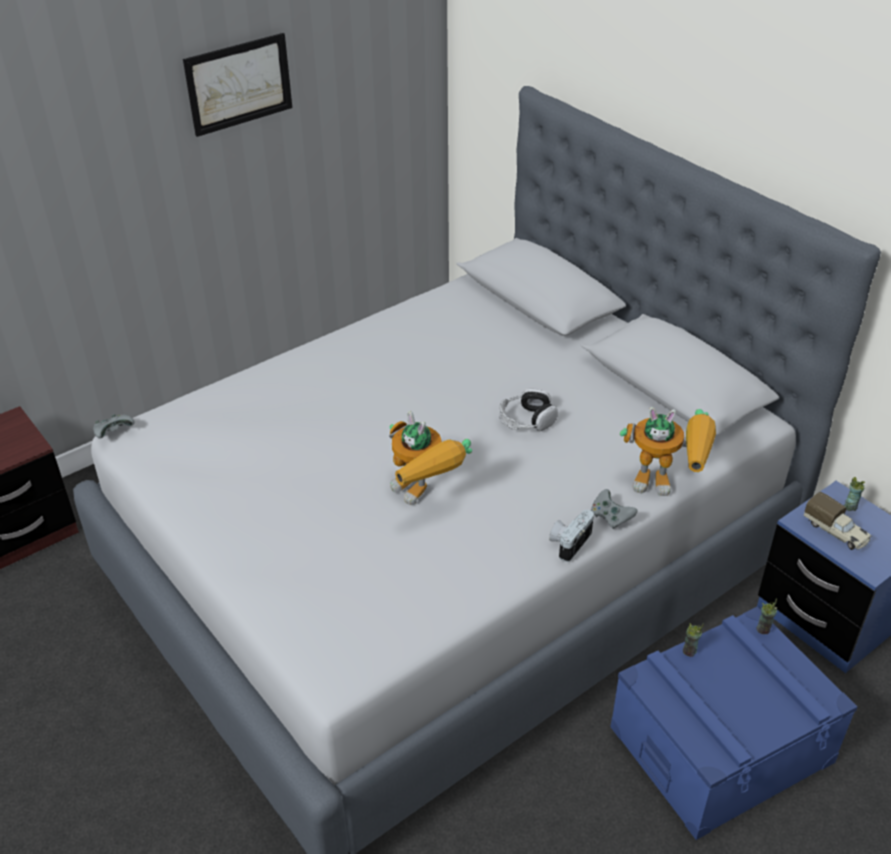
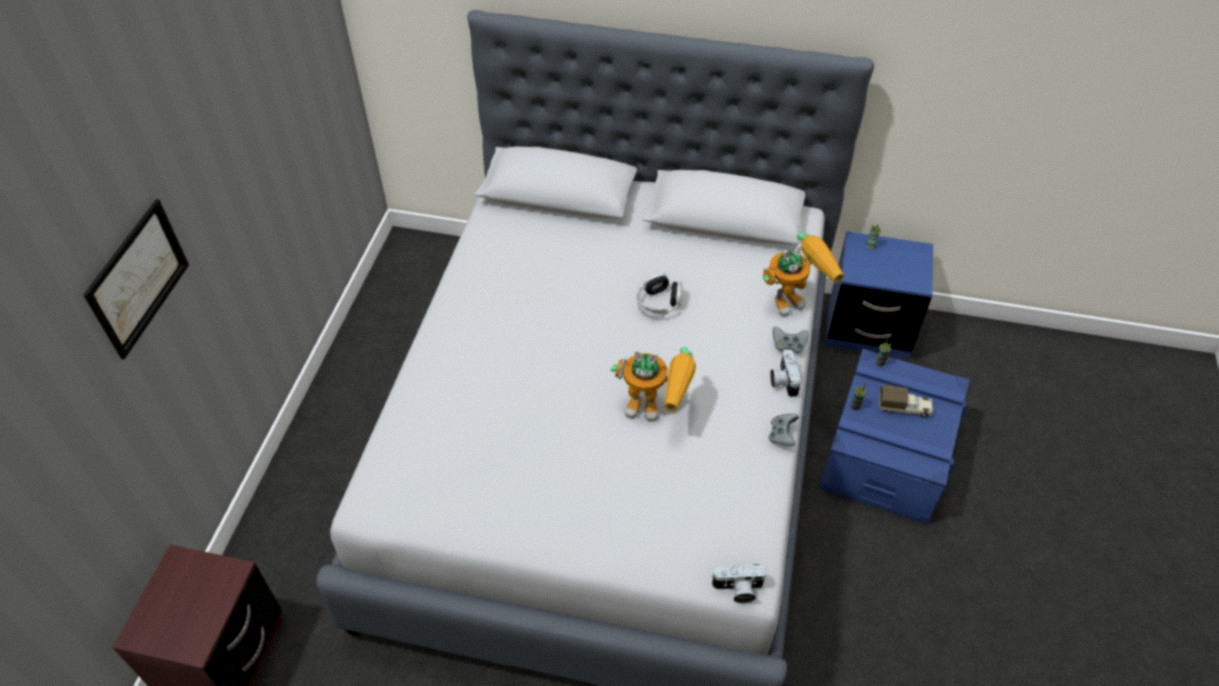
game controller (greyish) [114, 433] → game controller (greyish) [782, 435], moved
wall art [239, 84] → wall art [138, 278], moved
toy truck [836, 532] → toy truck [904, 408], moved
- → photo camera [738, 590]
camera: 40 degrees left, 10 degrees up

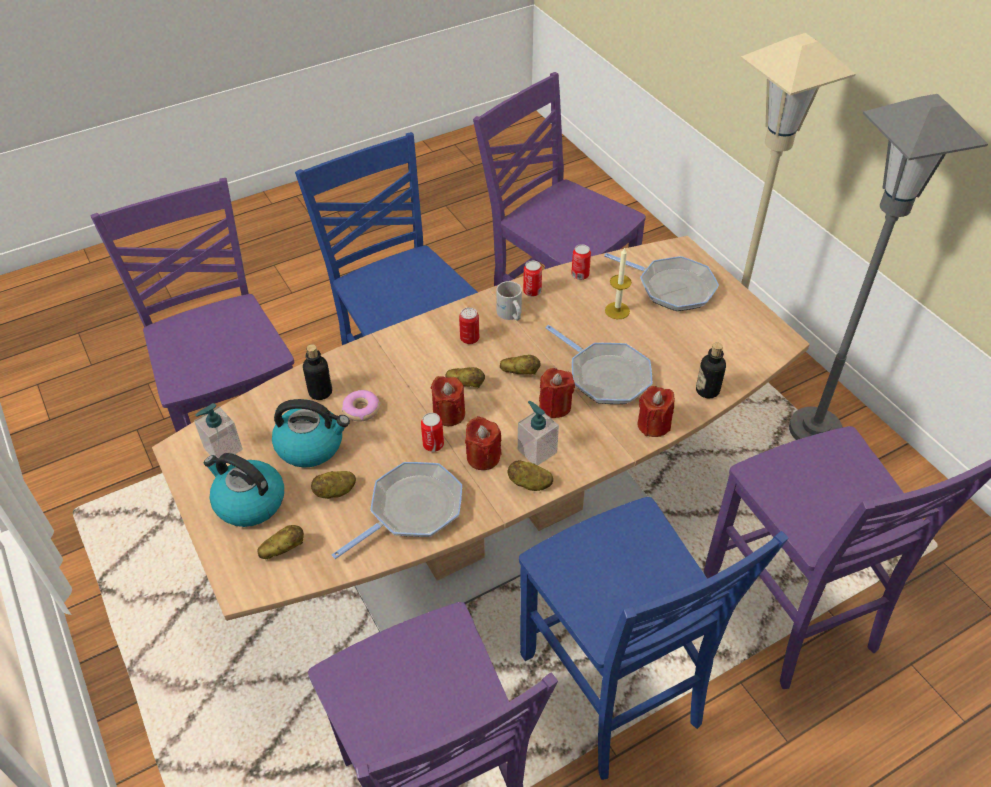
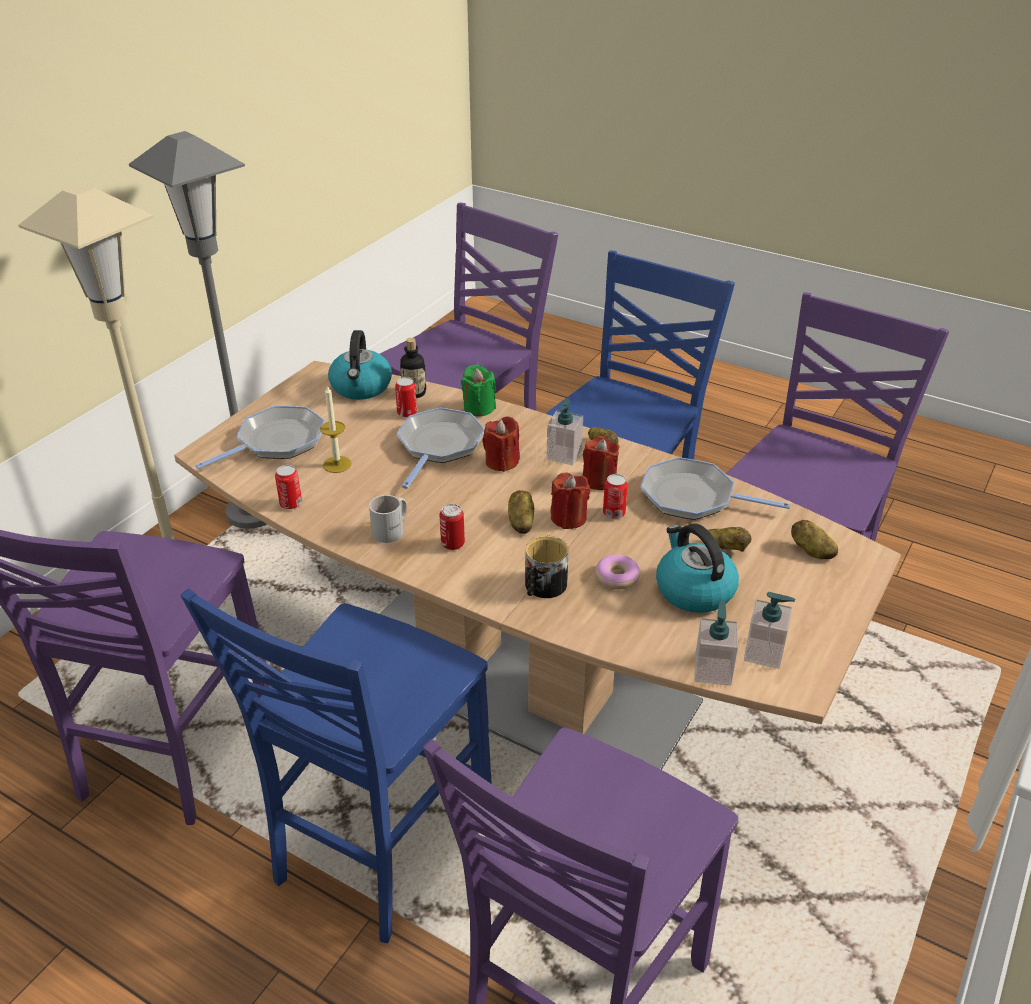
water kettle [248, 502] → water kettle [361, 387], moved
beverage bottle [320, 392] → -
spud [520, 372] → -
metal can [532, 291] → metal can [407, 413], moved
skillet [672, 288] → skillet [277, 442], 45 degrees clockwise
wax candle (red) [653, 425] → wax candle (green-coloured) [479, 408]
- → tea mug [542, 587]
- → soap bottle [712, 670]
camera: 120 degrees left, 10 degrees down

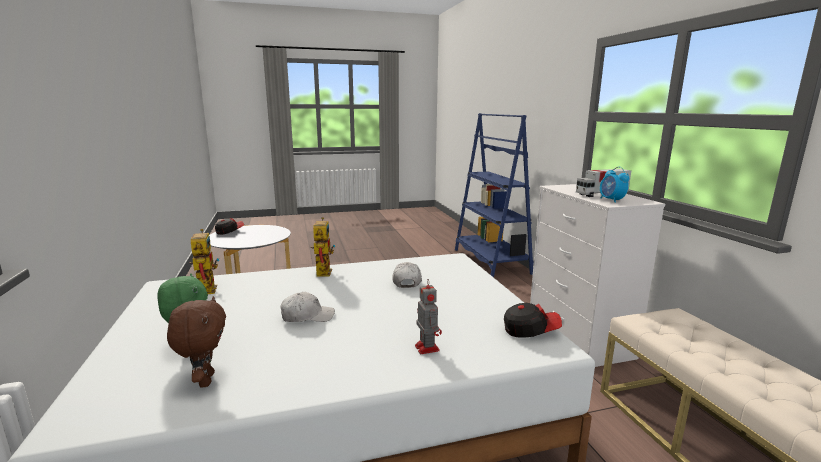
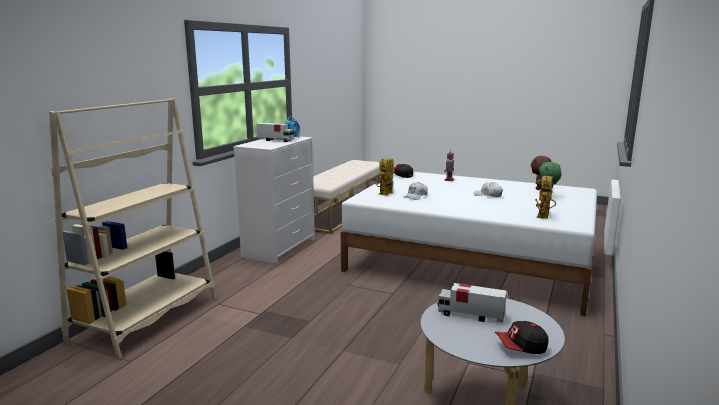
toy robot [322, 271] → toy robot [385, 194], moved
shelving unit (bluish) [491, 261] → shelving unit (sand-coloured) [147, 319]
- → toy truck [470, 315]
camera: 140 degrees left, 0 degrees up

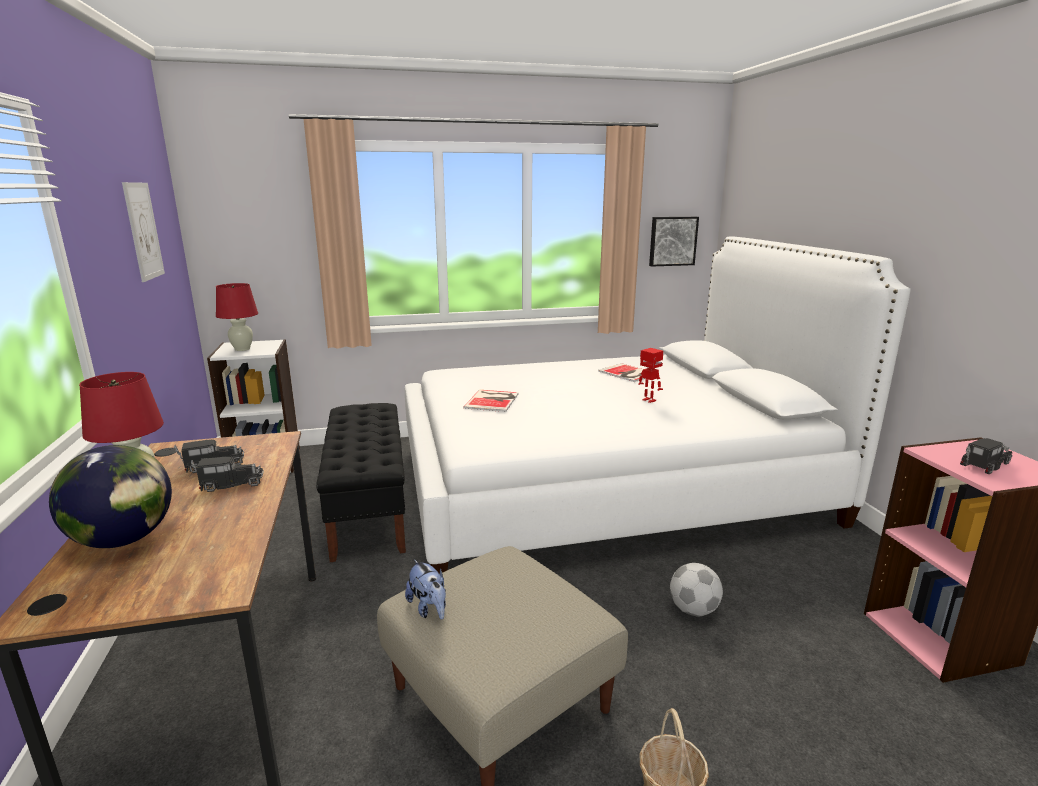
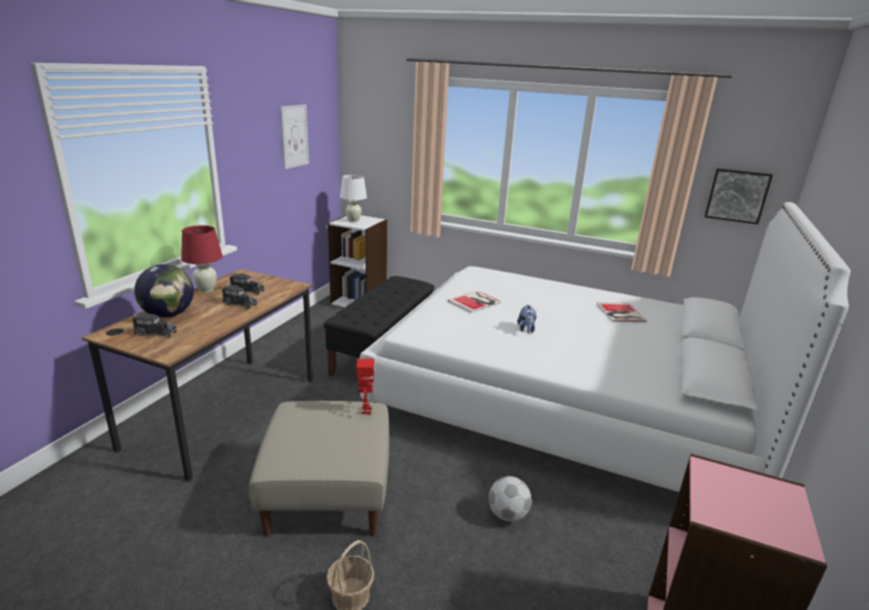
lamp for a table (red) [242, 349] → lamp for a table (white-coloured) [353, 221]
plush toy [429, 608] → plush toy [526, 329], moved
toy robot [648, 400] → toy robot [365, 410], moved
toy truck [984, 465] → toy truck [154, 333], moved
camera: 35 degrees right, 5 degrees up

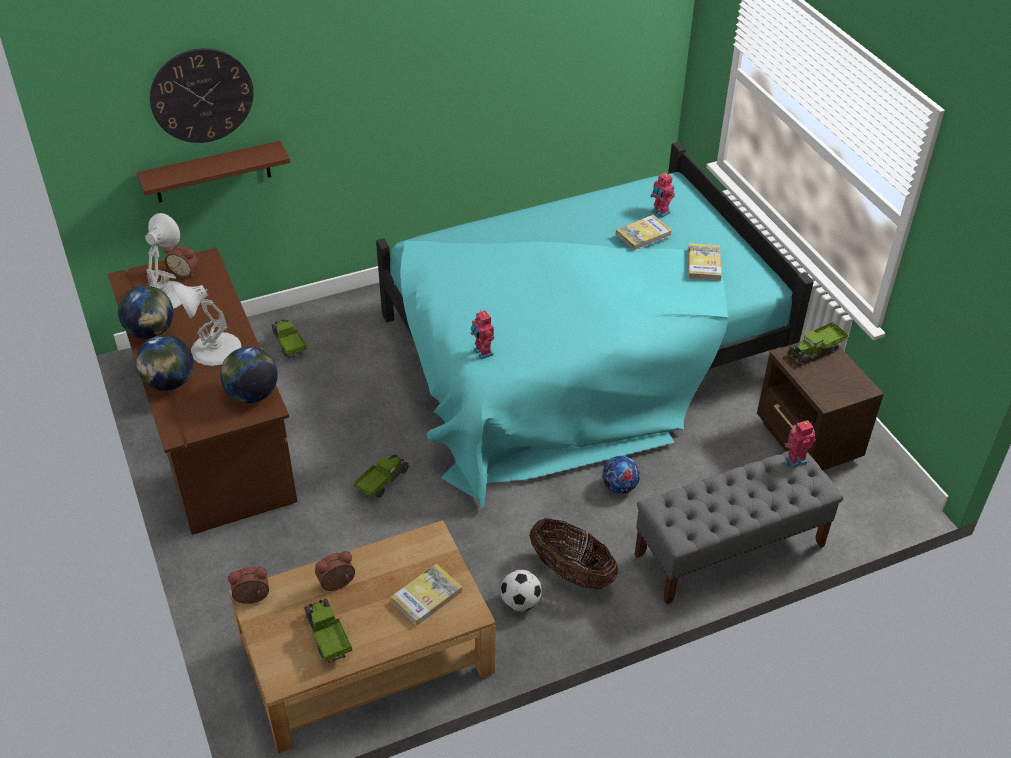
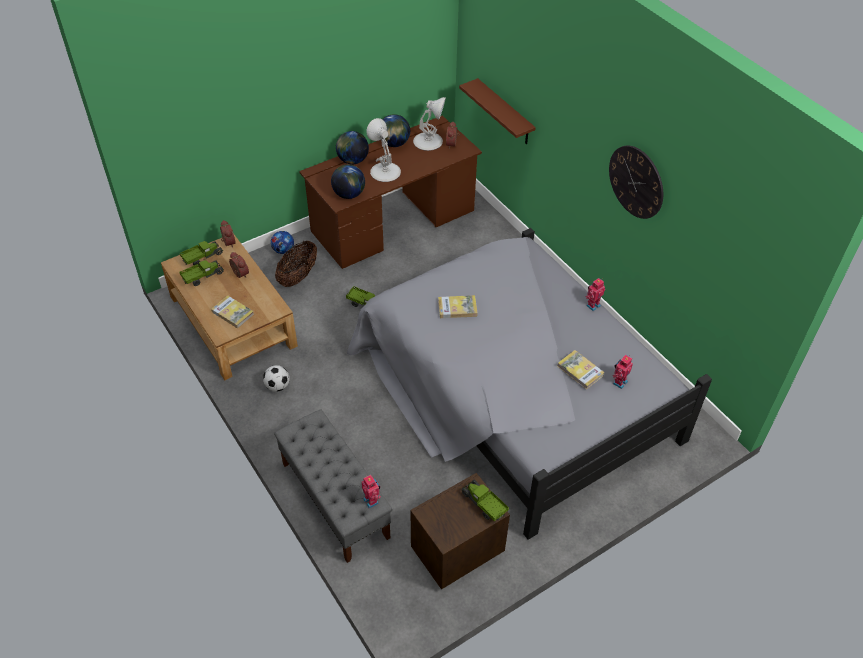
wall clock [202, 95] → wall clock [636, 182], moved
toy truck [288, 344] → toy truck [202, 257], moved
bed (blue-green) [577, 356] → bed (greyish) [513, 392]
toy robot [482, 353] → toy robot [592, 305], moved
storage basket [571, 572] → storage basket [298, 276], moved
football [619, 487] → football [283, 250], moved
bound book [704, 264] → bound book [457, 308], moved
camera: 80 degrees right, 5 degrees up

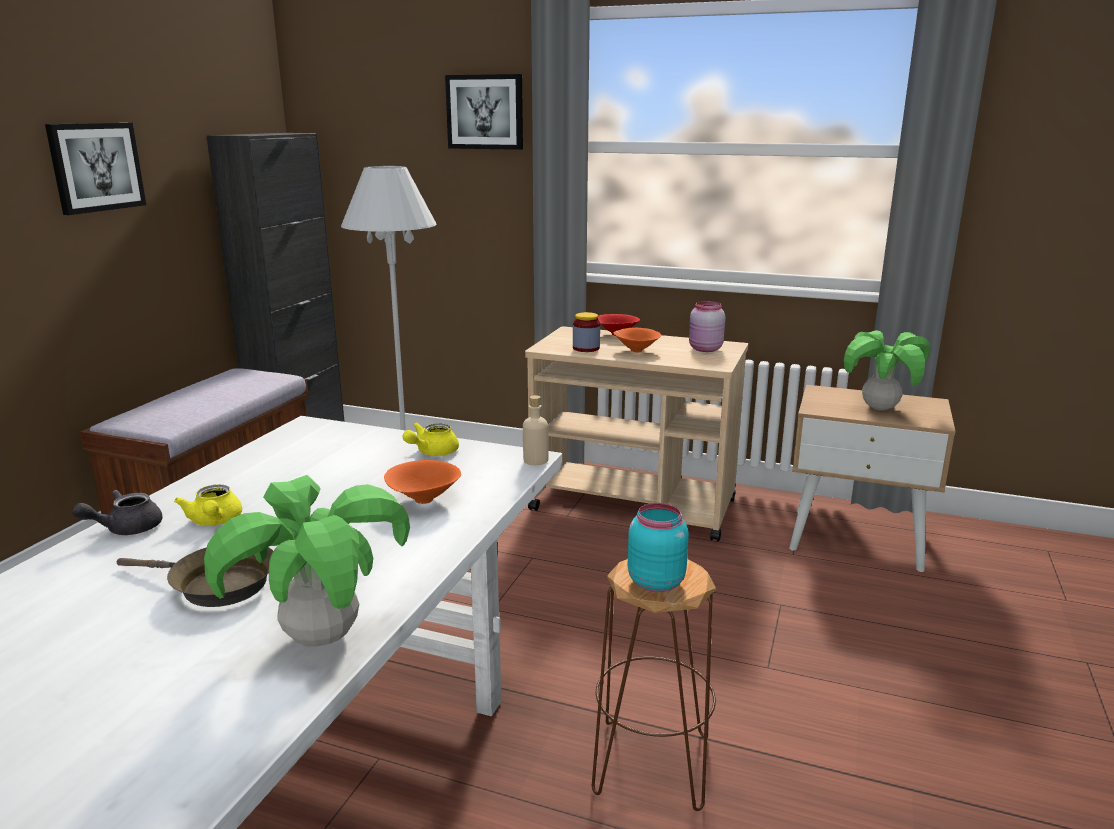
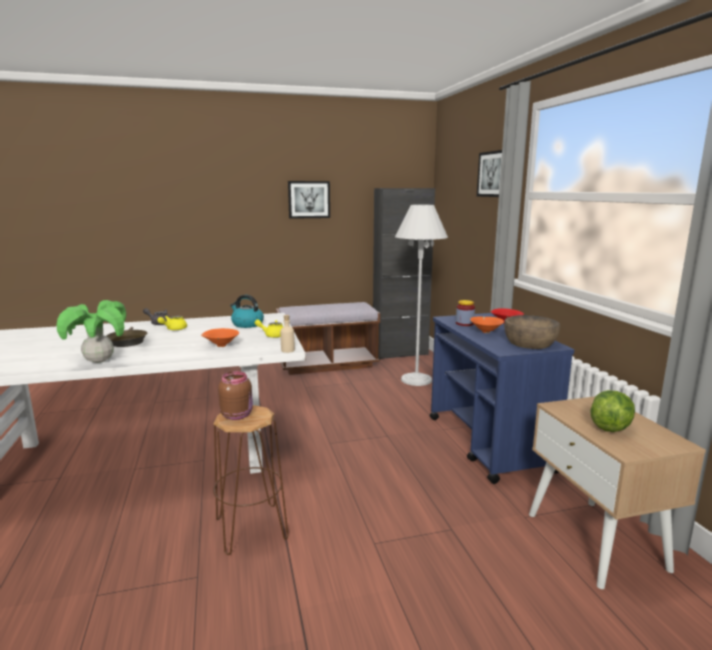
cart (sand-coloured) [634, 506] → cart (bluish) [488, 443]
storage jar (blue-green) [655, 581] → storage jar (brown-coloured) [237, 415]
storage jar (pink) [704, 349] → deep dish (brown-coloured) [529, 343]
plant in a pot [879, 408] → lettuce head [610, 426]
- → water kettle [247, 324]
camera: 55 degrees right, 5 degrees down

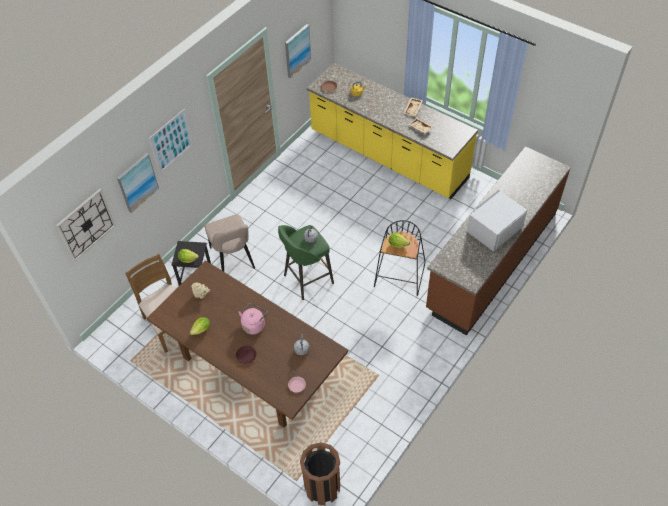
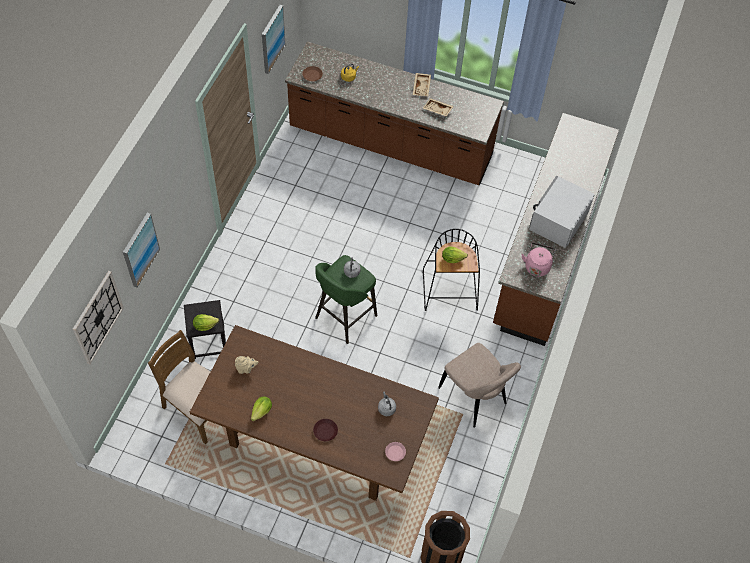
wall art [171, 141] → -
upright chair (sand-coloured) [233, 260] → upright chair (sand-coloured) [474, 398], moved
water kettle (pink) [254, 324] → water kettle (pink) [537, 266], moved
kitchen counter (yellow) [388, 156] → kitchen counter (brown-coloured) [390, 144]
camera: 20 degrees left, 5 degrees up

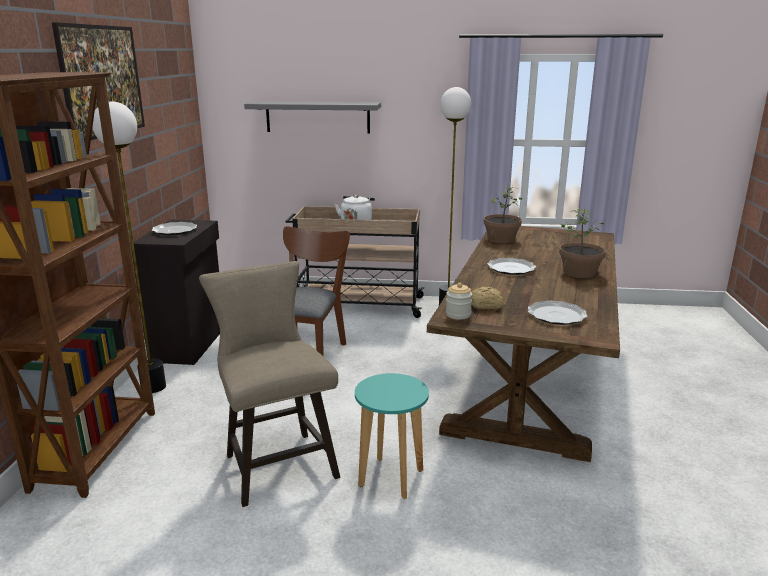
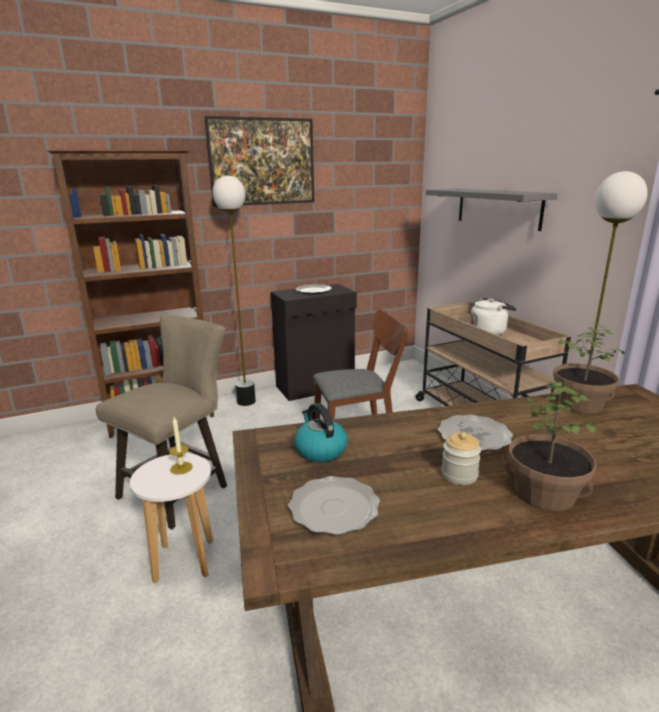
stool (blue-green) [391, 478] → stool (white-coloured) [184, 561]
storage jar [458, 315] → storage jar [459, 475], moved
bread [487, 305] → water kettle [320, 450]
- → wax candle [181, 468]
camera: 60 degrees right, 0 degrees up

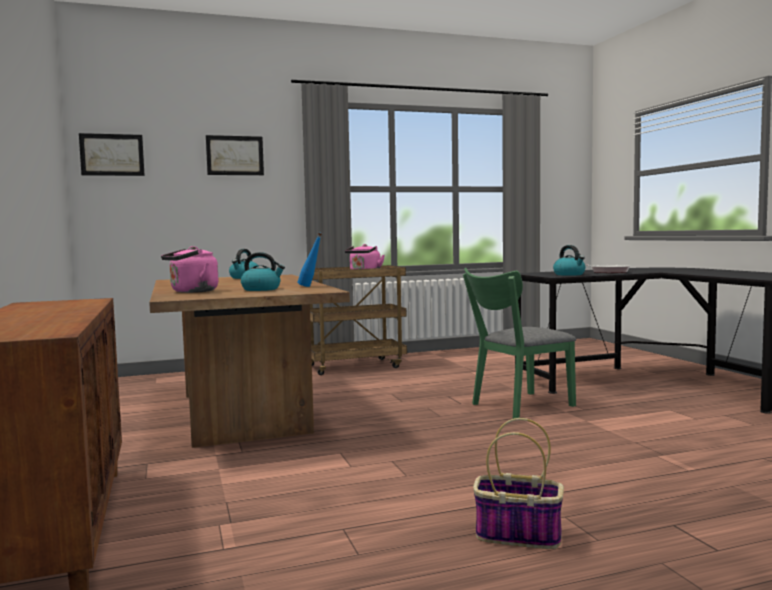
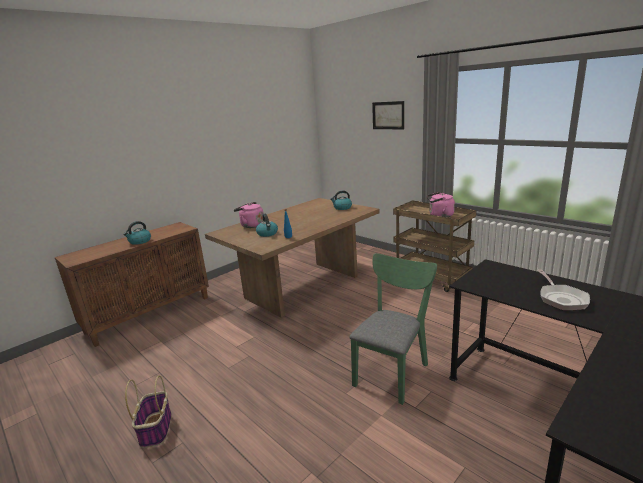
wall art [112, 155] → -
upright chair (green-coloured) [517, 406] → upright chair (green-coloured) [393, 370], 90 degrees clockwise
water kettle [569, 274] → water kettle [139, 241], moved
camera: 65 degrees right, 15 degrees up

